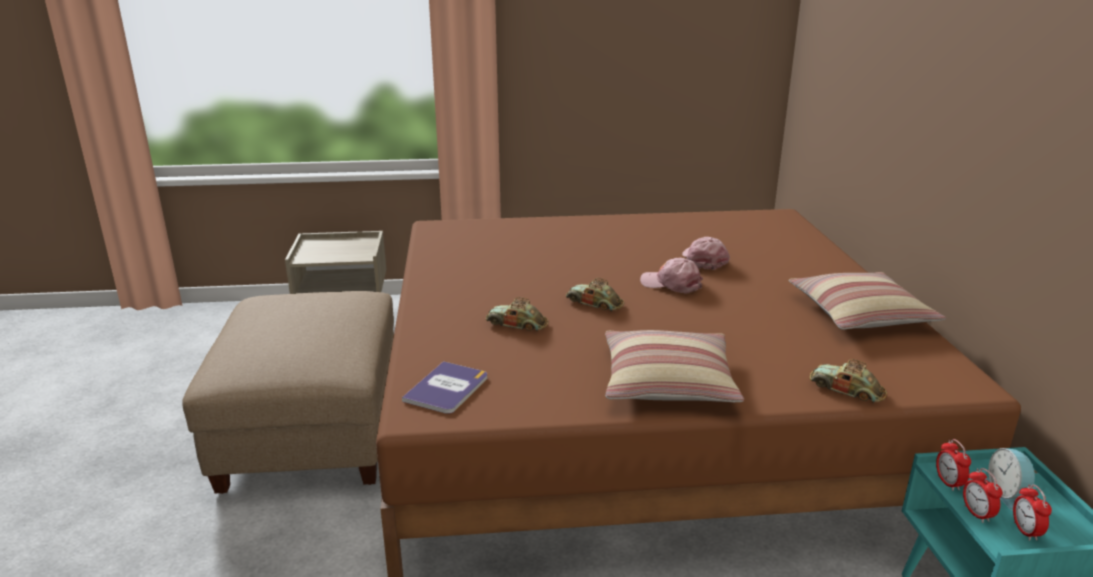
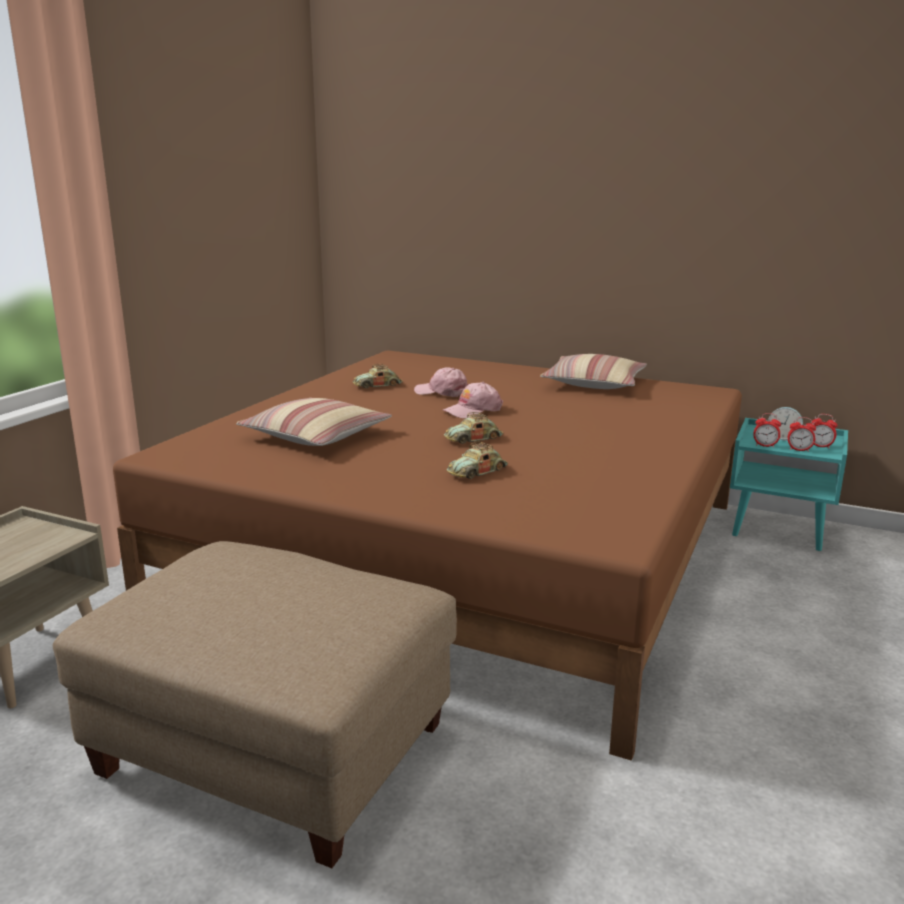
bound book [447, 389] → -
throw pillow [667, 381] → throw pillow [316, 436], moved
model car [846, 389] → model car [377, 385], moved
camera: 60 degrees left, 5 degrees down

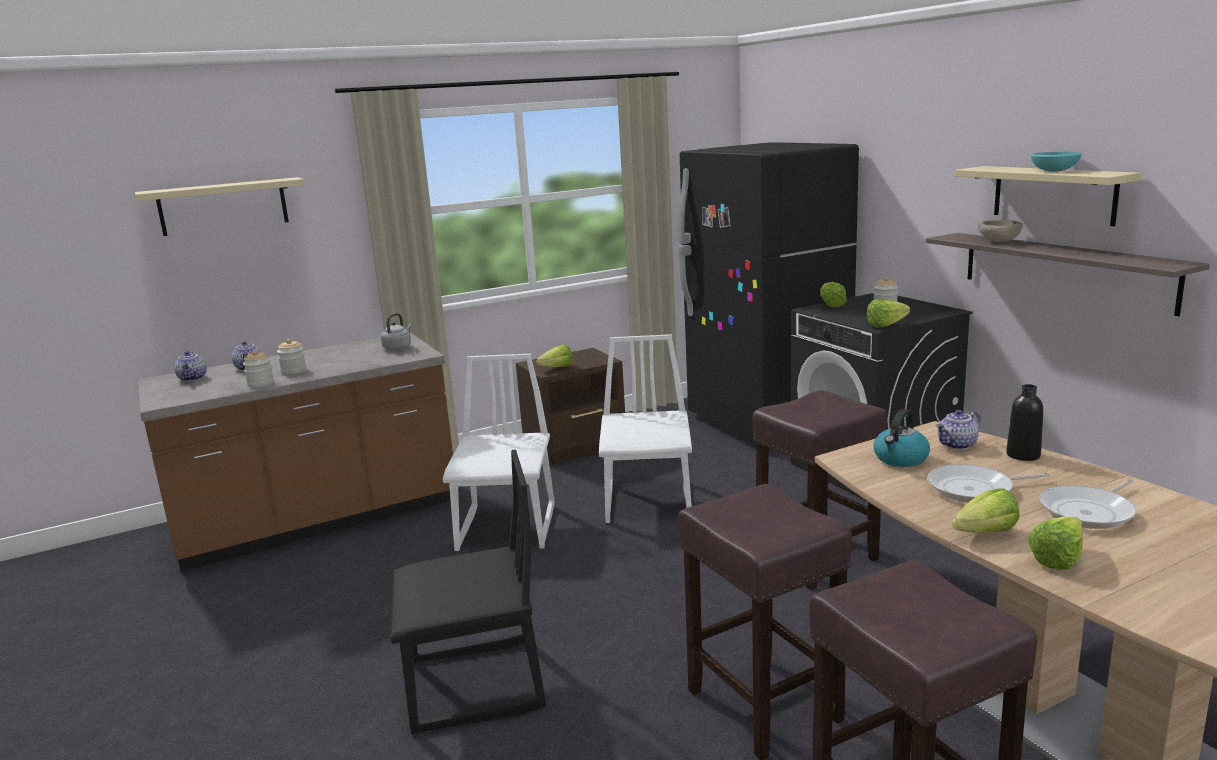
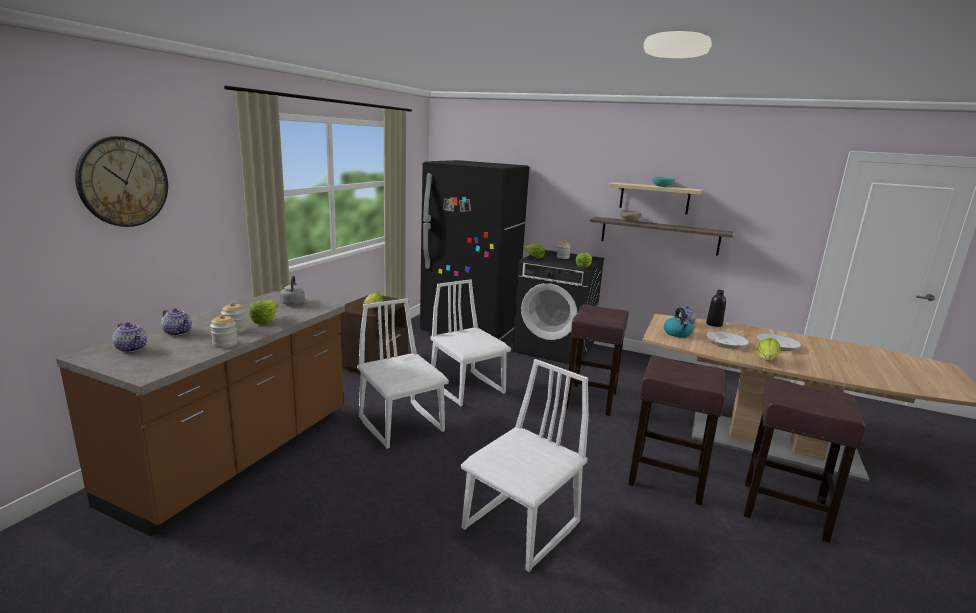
shelf (sand-coloured) [223, 206] → wall clock [123, 182]
upright chair (blackish) [475, 686] → upright chair (white-coloured) [522, 527]
lettuce head [1062, 557] → lettuce head [267, 320], moved
camera: 40 degrees left, 0 degrees up

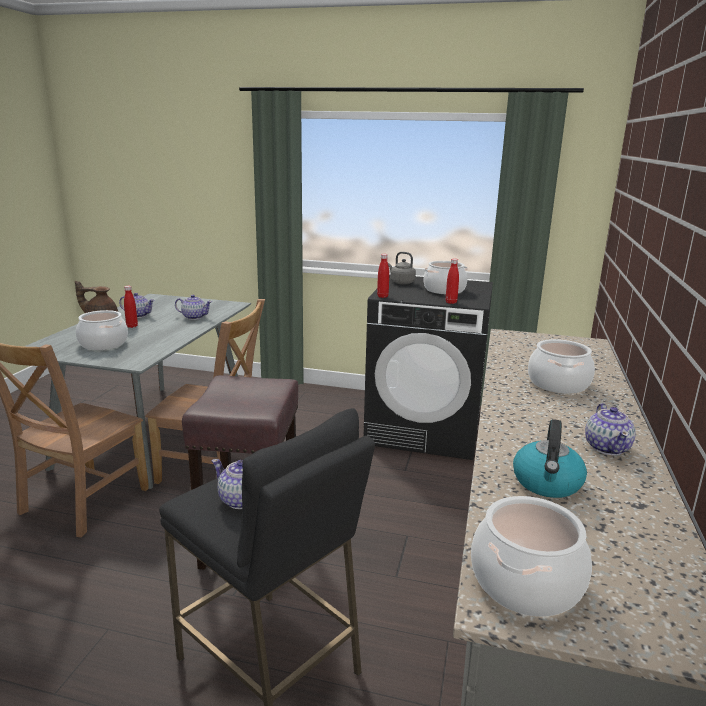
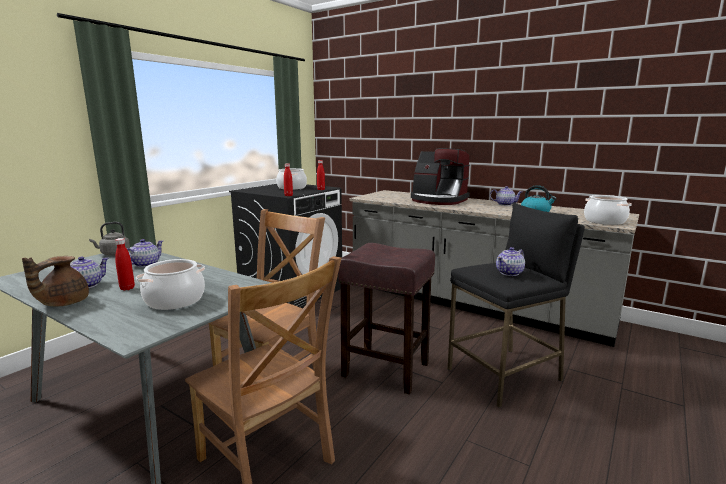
water kettle (greyish) [401, 282] → water kettle (greyish) [114, 254], moved
saucepot [558, 384] → coffee brewer [438, 200]
camera: 70 degrees left, 5 degrees down

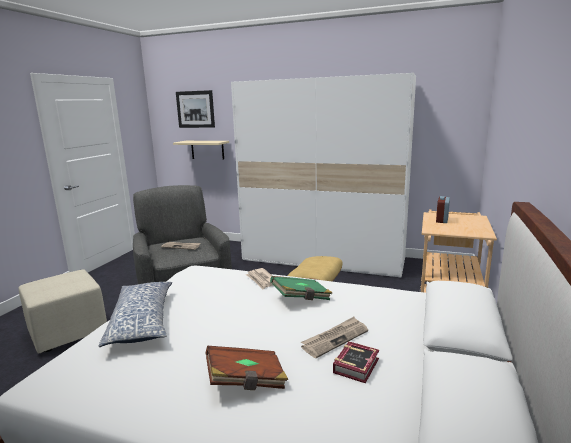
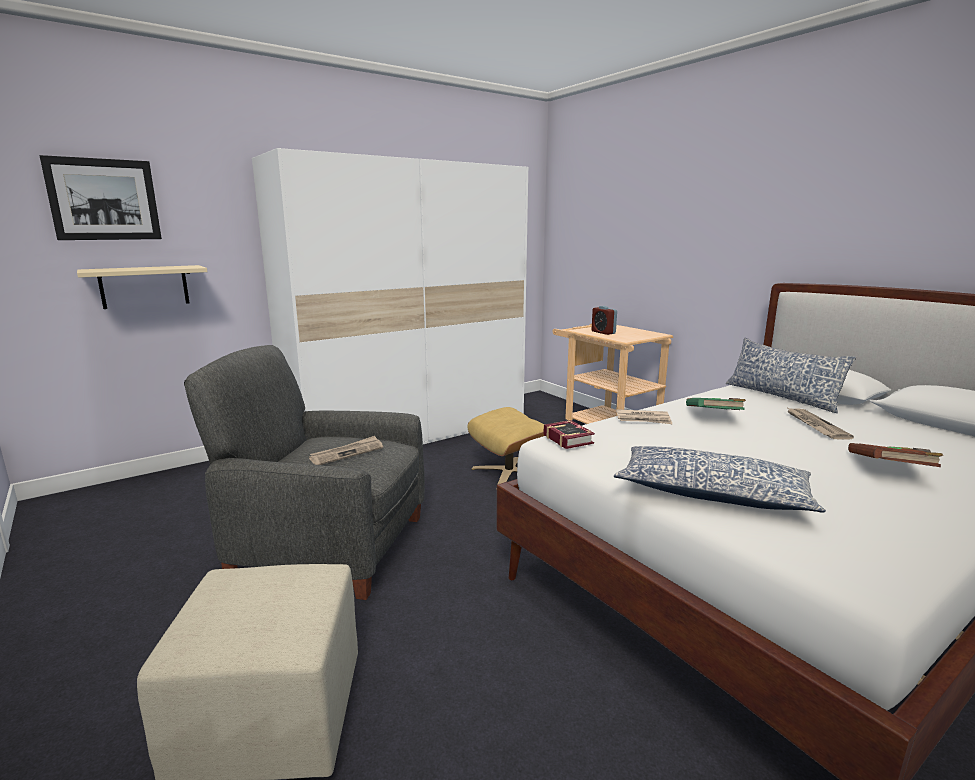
bound book [358, 365] → bound book [568, 438], moved
- → throw pillow [781, 396]
camera: 55 degrees left, 0 degrees up

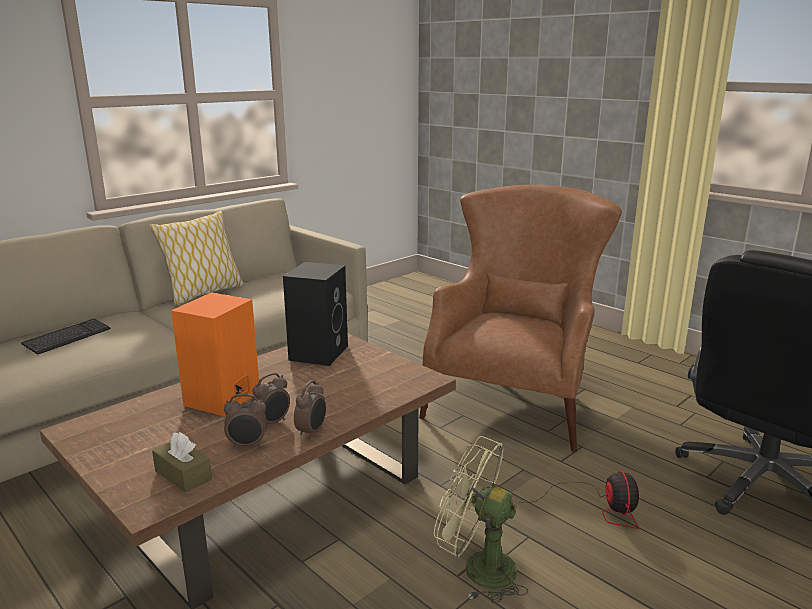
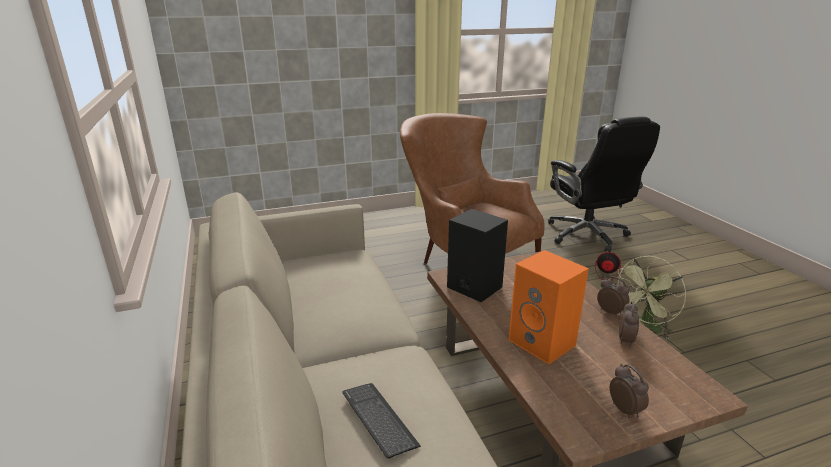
throw pillow [203, 293] → -
box of tissues (brown-coloured) [183, 475] → -
bedside clock [272, 423] → bedside clock [625, 409], moved
camera: 65 degrees left, 5 degrees up

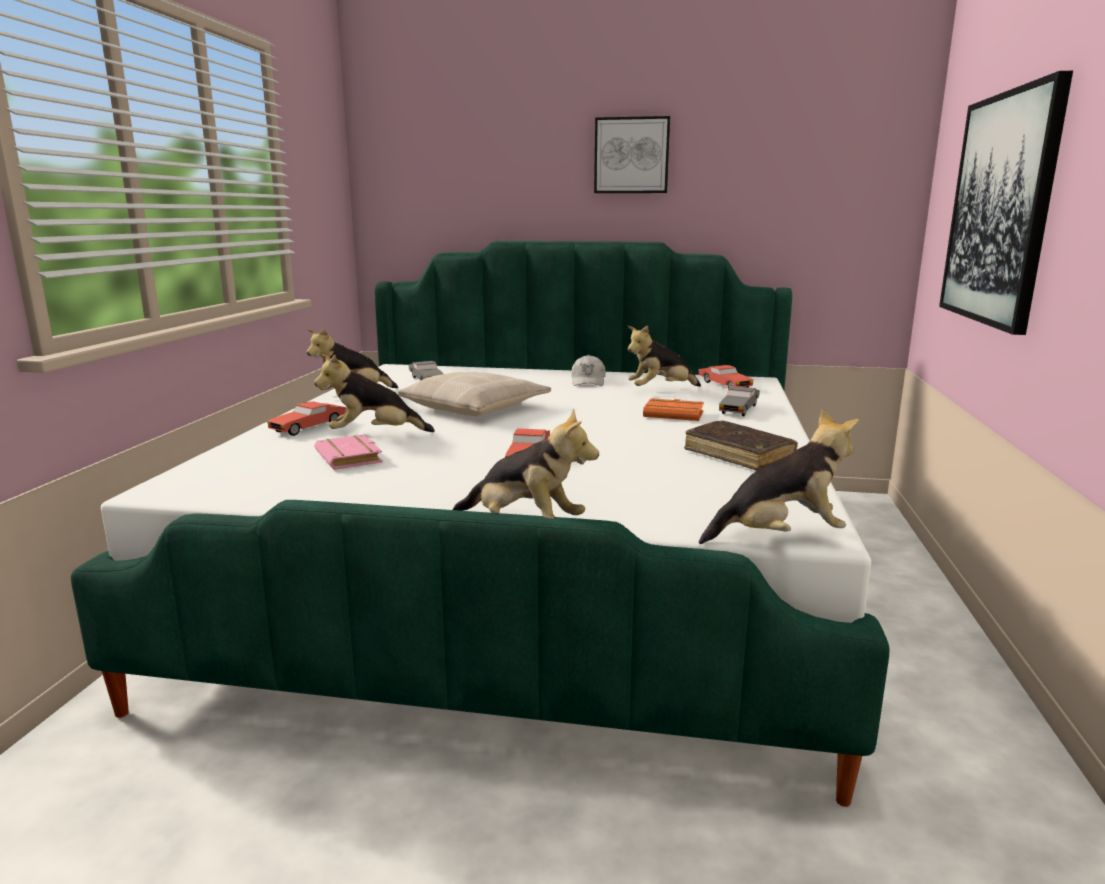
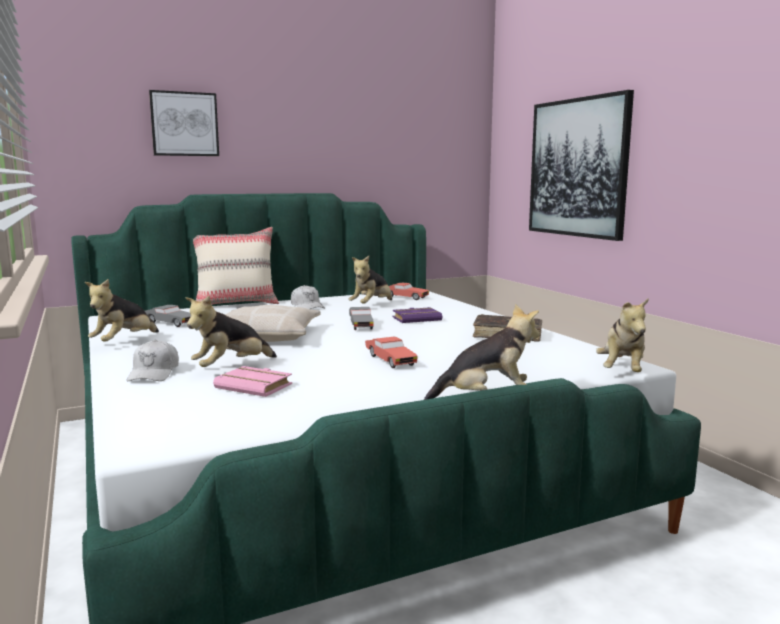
model car (red) [309, 427] → baseball cap (white-coloured) [154, 373]
wall art [631, 155] → wall art [184, 124], moved
bound book (orangey) [675, 414] → bound book (purple) [417, 319]
plush toy [780, 536] → plush toy [622, 371], 150 degrees clockwise
model car (greyish) [739, 409] → model car (greyish) [360, 325], moved
- → throw pillow (sand-coloured) [236, 304]
camera: 35 degrees left, 5 degrees down

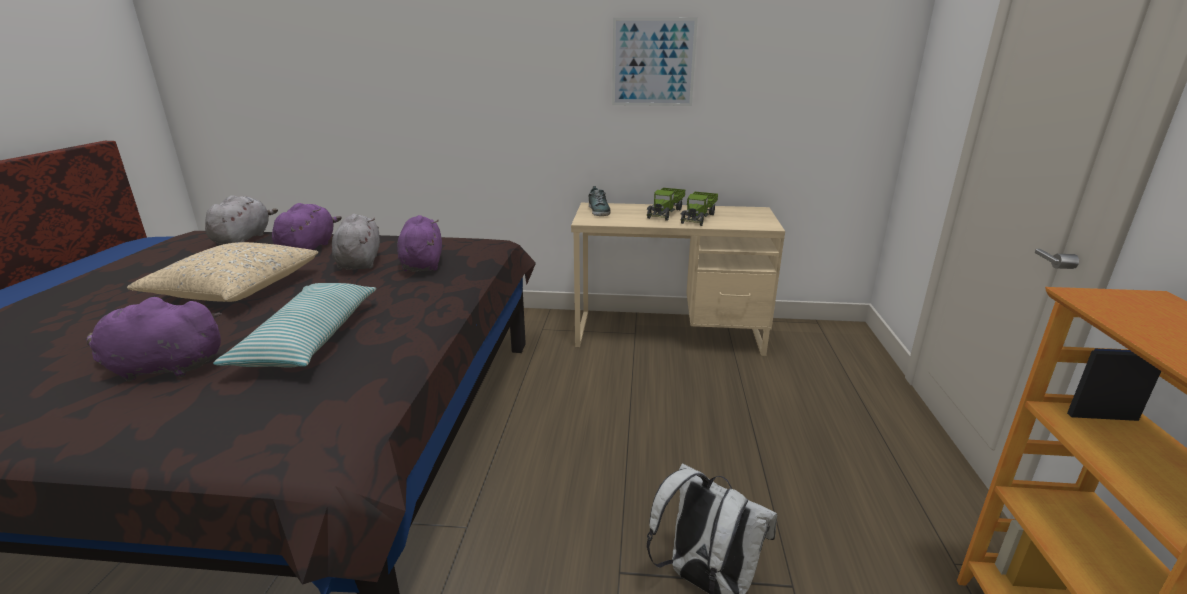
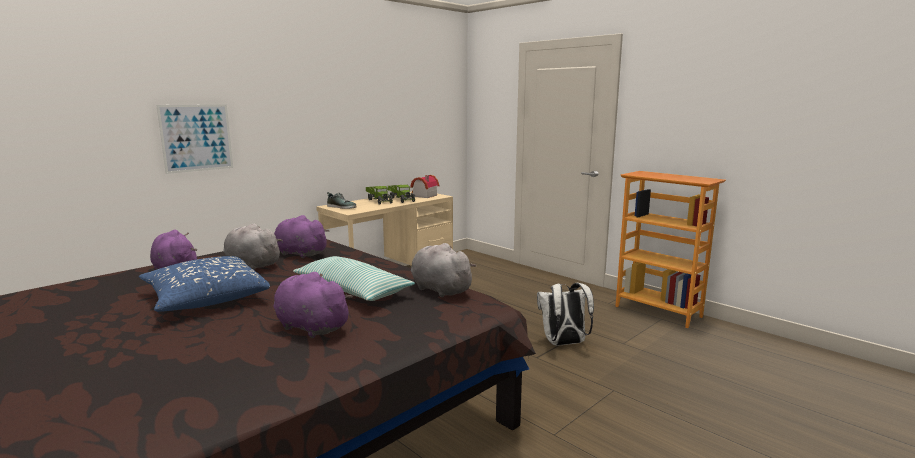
plush toy (purple) [162, 368] → plush toy (purple) [310, 327], 90 degrees clockwise
throw pillow (sand-coloured) [235, 288] → throw pillow (bluish) [205, 298]
plush toy (greyish) [243, 239] → plush toy (greyish) [439, 289], moved
wall art [653, 62] → wall art [196, 138], moved
- → miniature house [423, 195]
camera: 50 degrees left, 10 degrees down

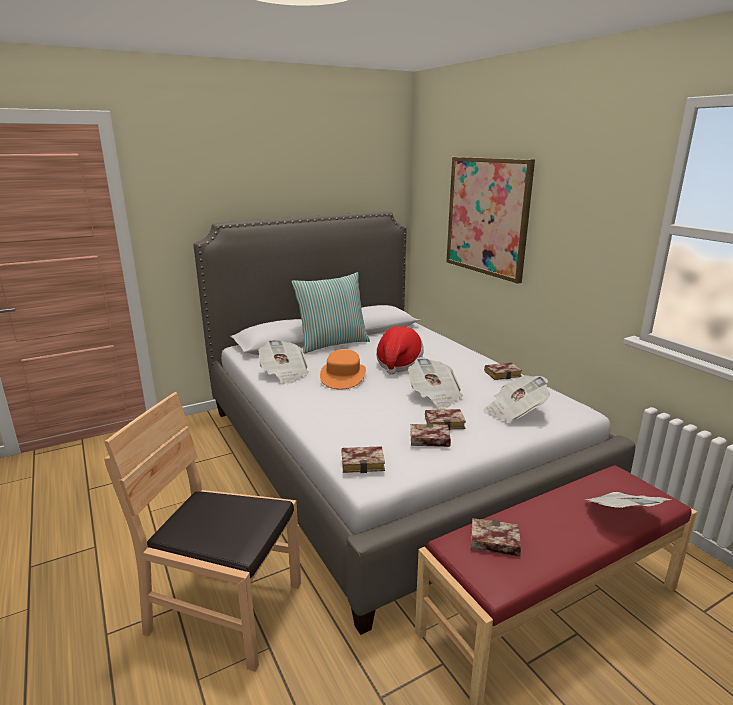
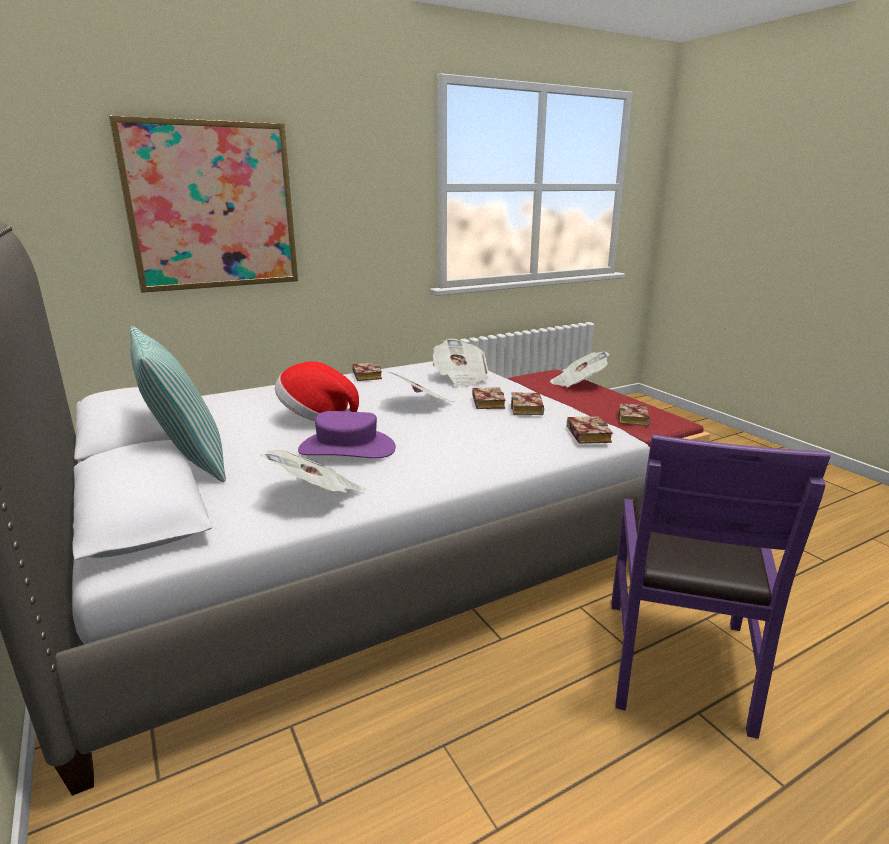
upright chair (brown-coloured) [225, 610] → upright chair (purple) [678, 661]
clothing hat (orangey) [343, 376] → clothing hat (purple) [347, 448]
camera: 90 degrees left, 0 degrees up

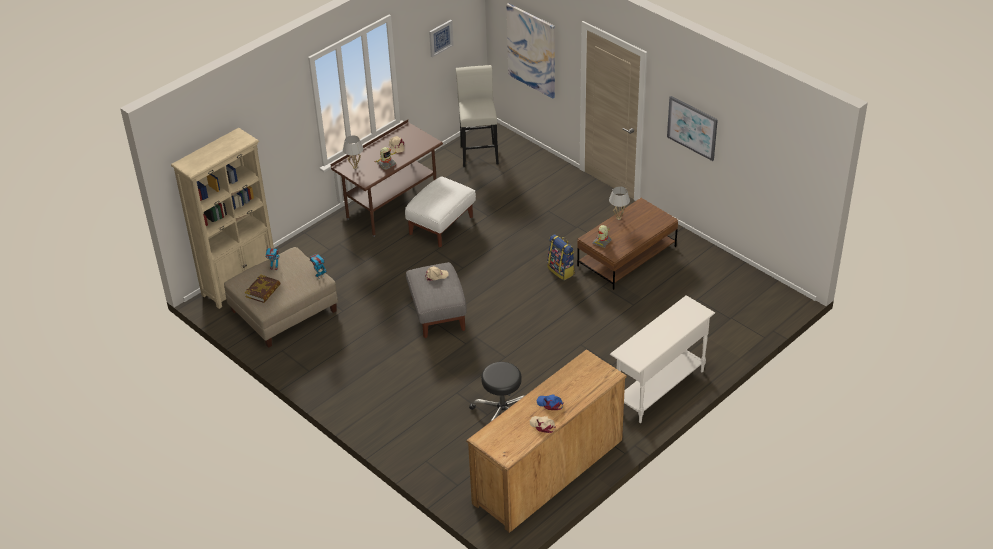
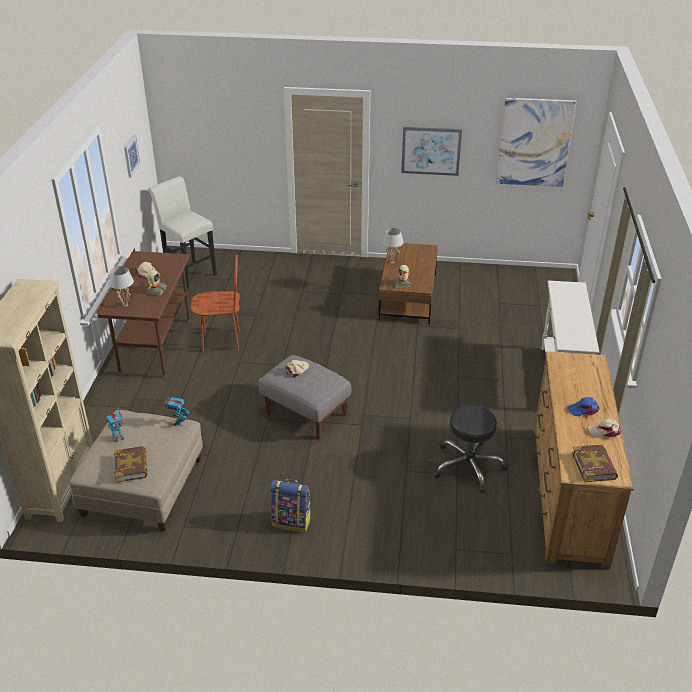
ottoman (white-coloured) [441, 226] → upright chair (brown-coloured) [221, 341]
wall art [531, 50] → wall art [534, 142], moved
knapsack [561, 271] → knapsack [292, 521], moved
- → bound book [594, 466]
camera: 40 degrees left, 5 degrees down

